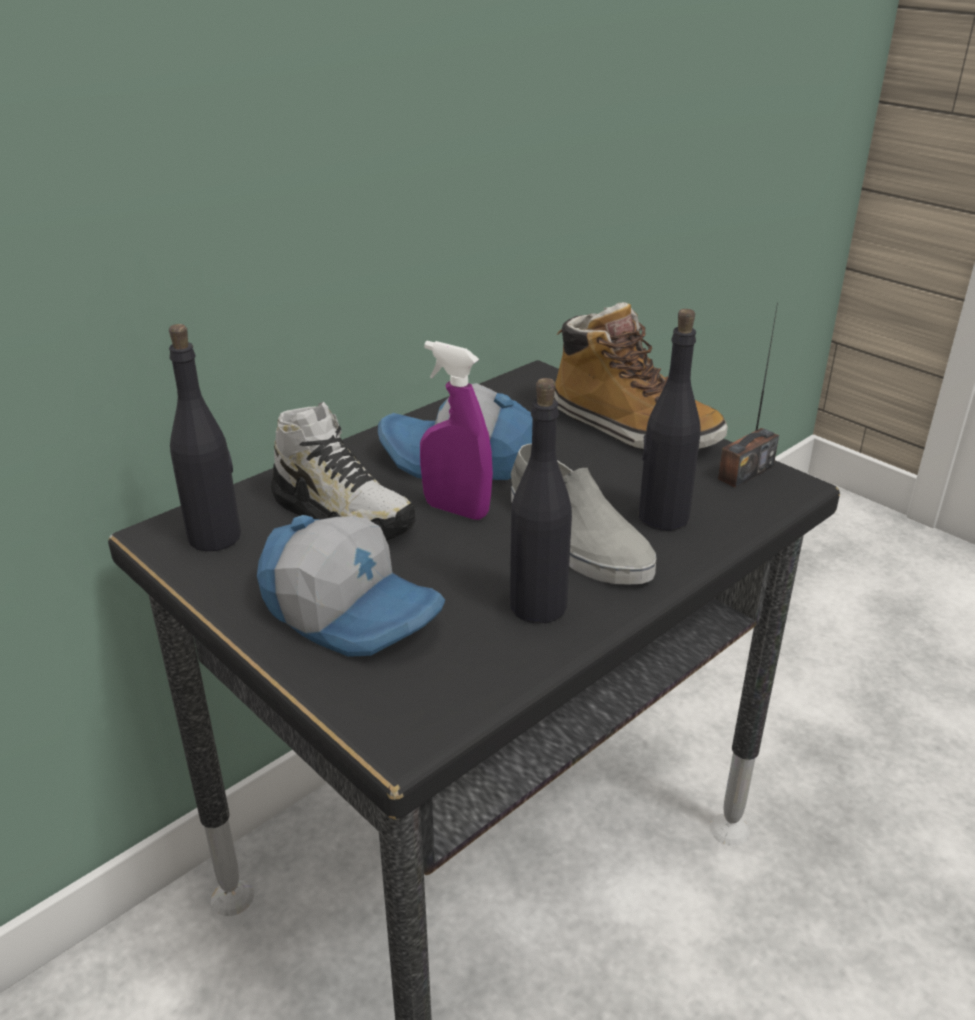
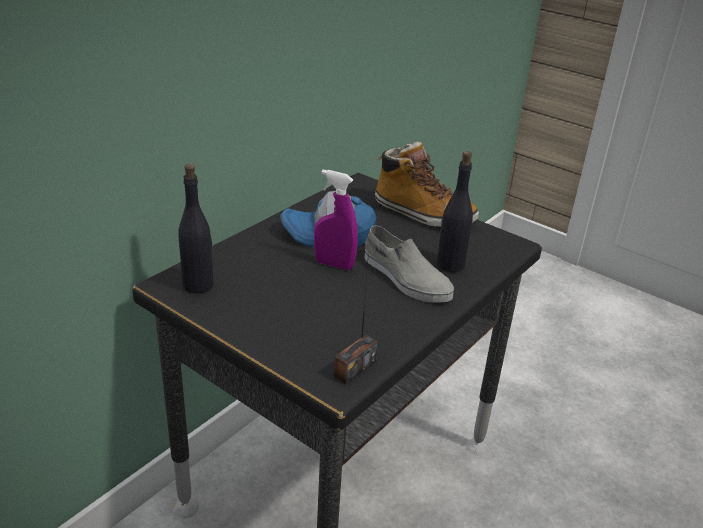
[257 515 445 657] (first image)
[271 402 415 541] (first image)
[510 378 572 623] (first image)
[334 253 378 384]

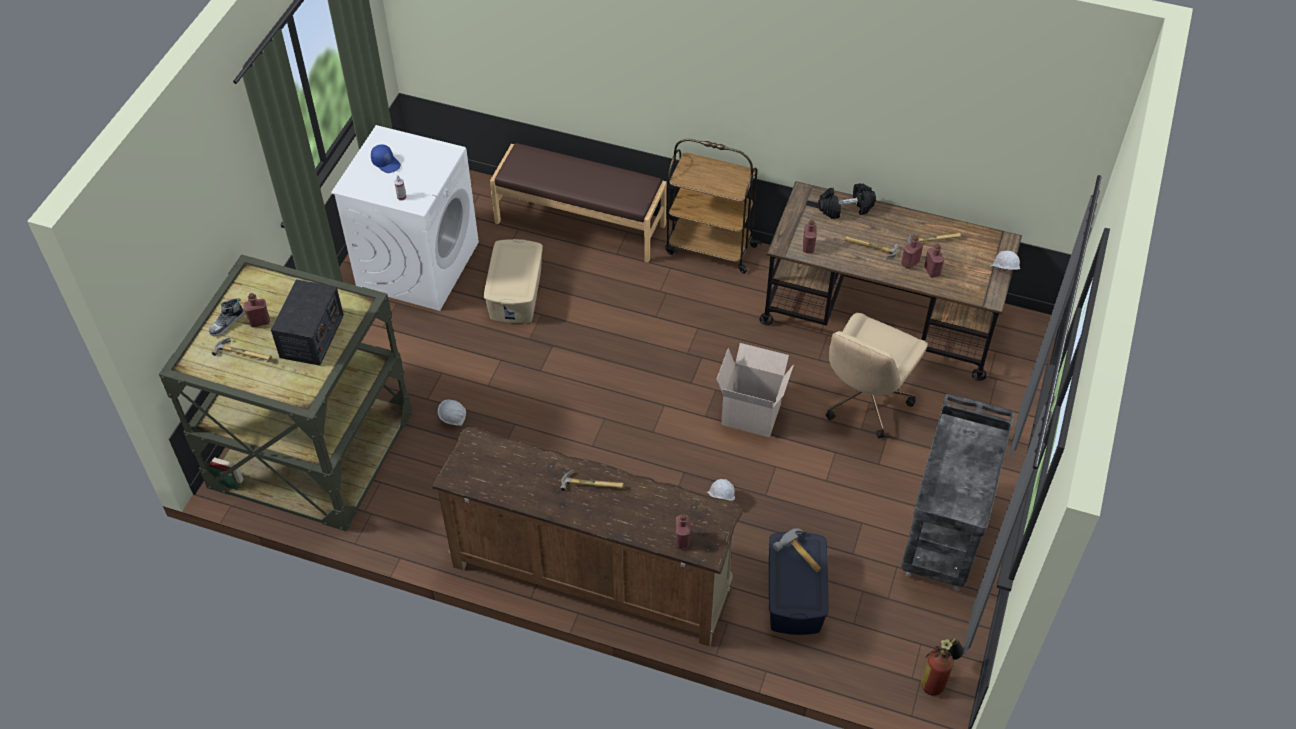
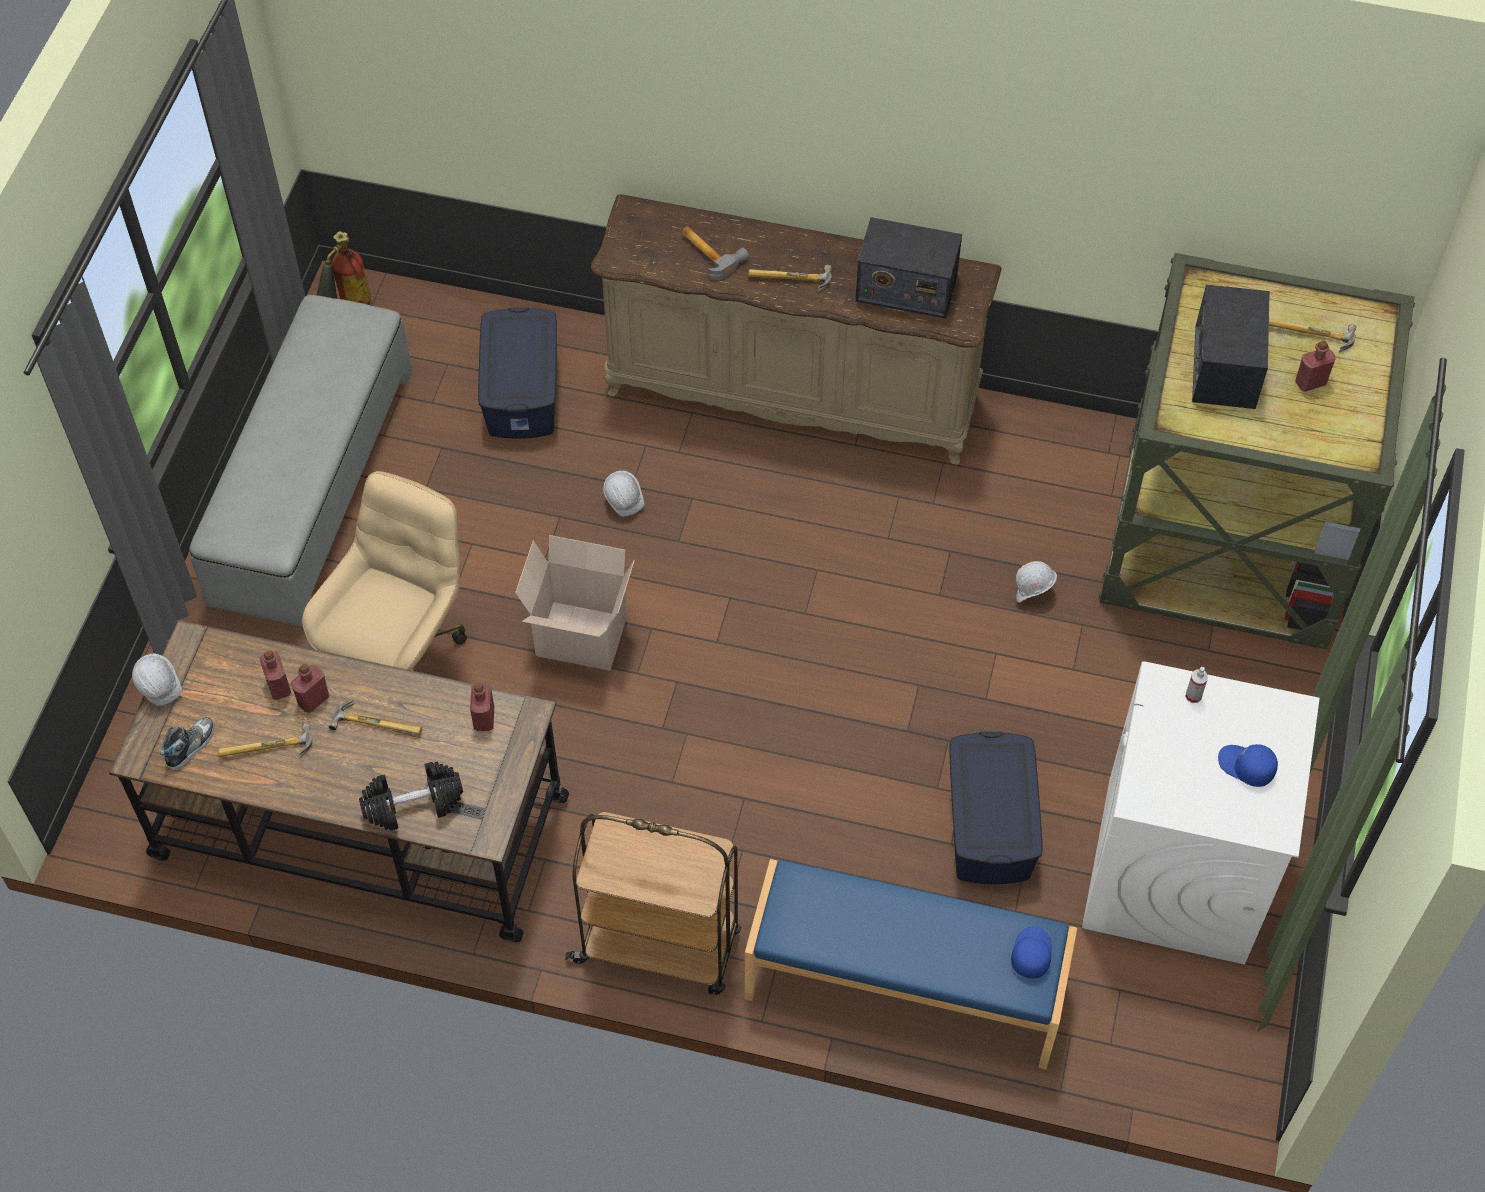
[160 717 215 771]
[949 732 1043 884]
[745 859 1077 1069]
[676 514 690 549] (first image)
[682 226 749 280]
[189 295 412 627]
[855 217 962 318]
[1011 926 1052 978]

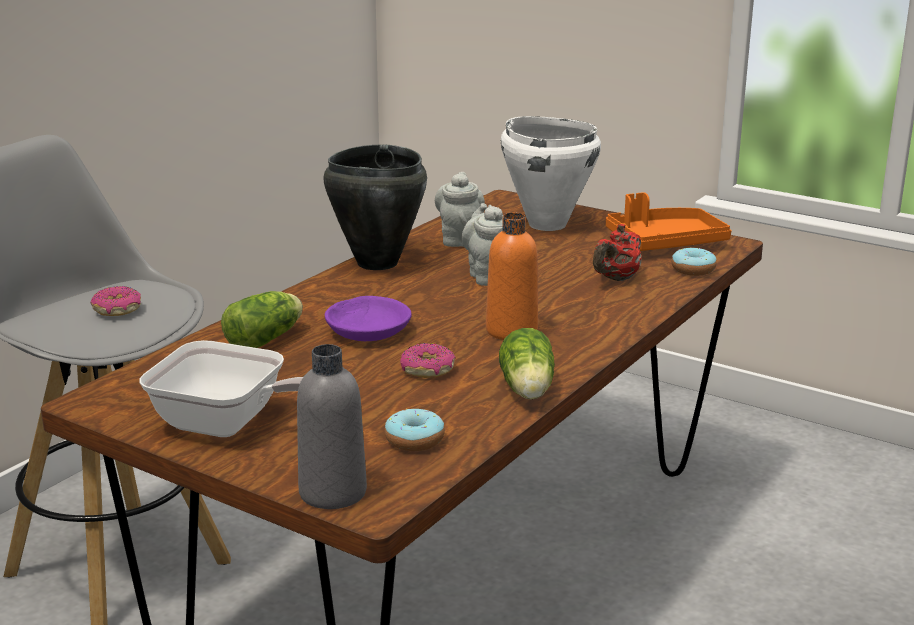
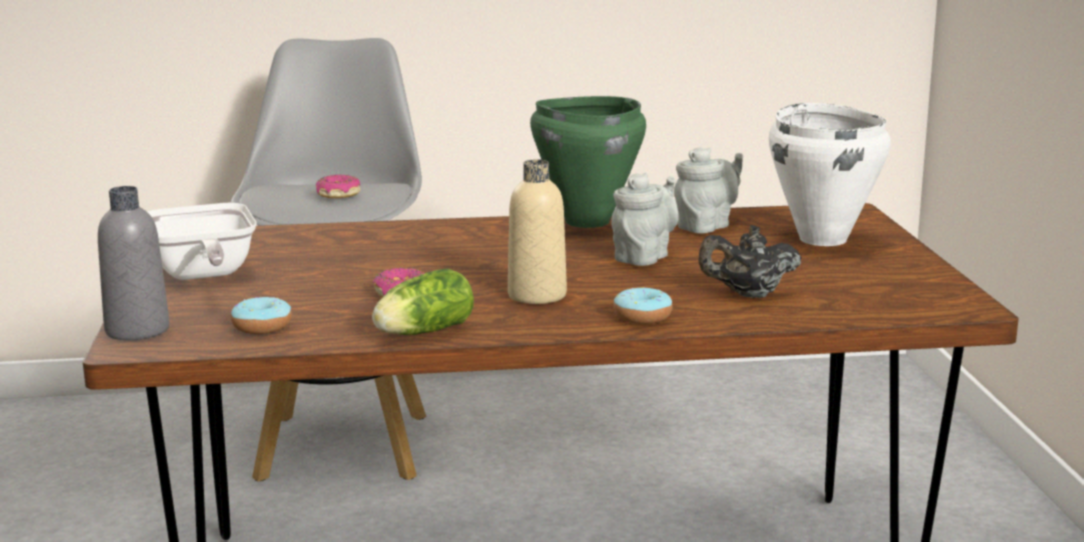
[221 291 303 348] (first image)
[530 96 646 228]
[325 296 412 341] (first image)
[508 159 567 304]
[698 225 801 298]
[606 192 731 251] (first image)
[613 287 672 324]

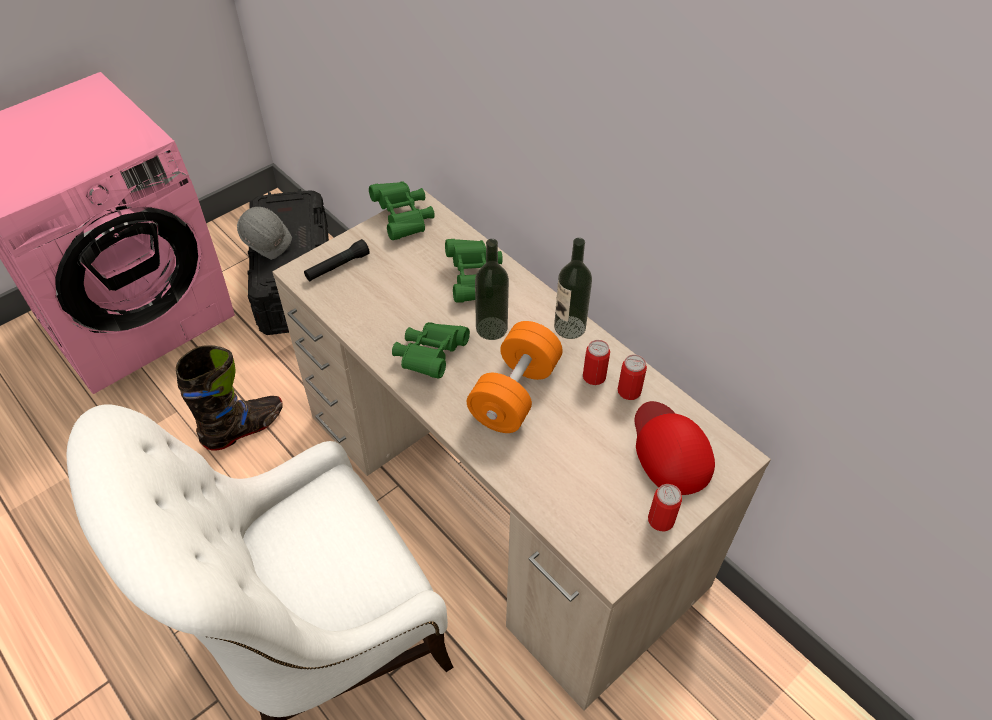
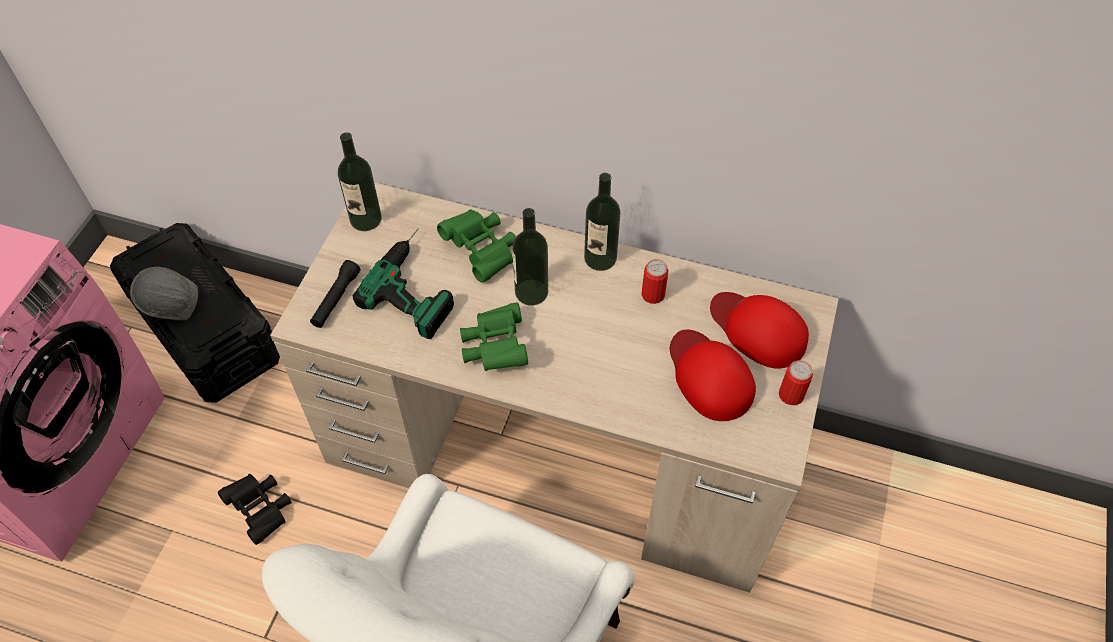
[218 474 292 545]
[338 132 382 231]
[467 321 563 433] (first image)
[618 354 647 400] (first image)
[353 229 454 339]
[670 329 756 421]

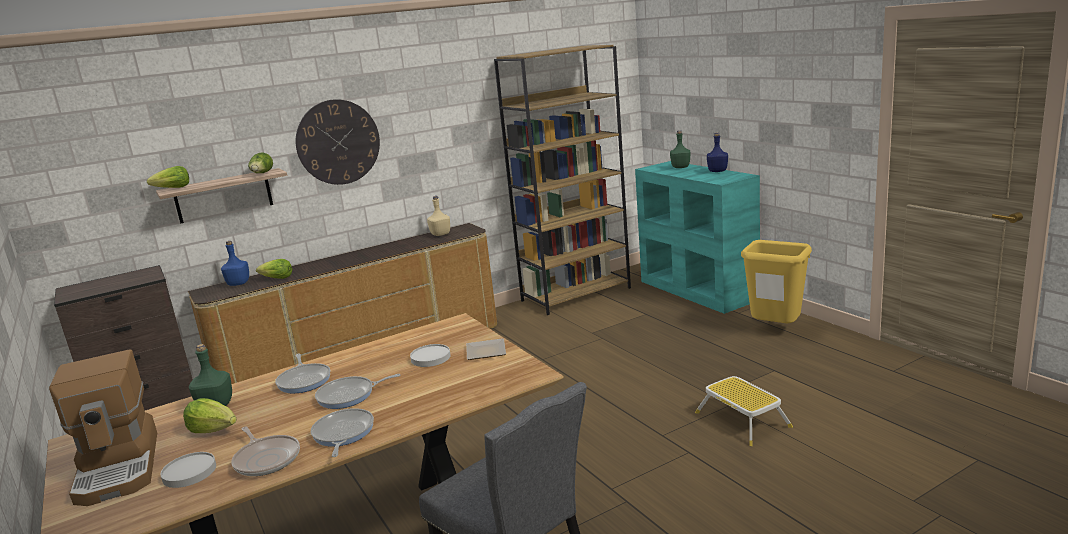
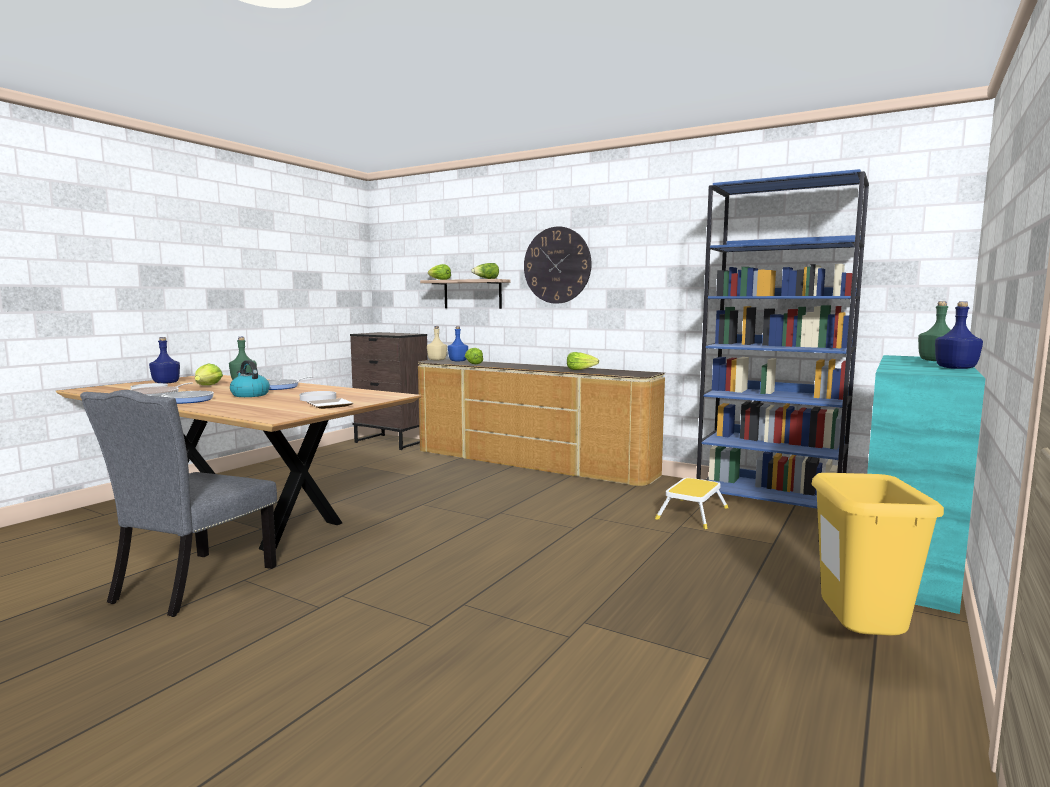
[149 337 180 384]
[230 360 270 397]
[427 326 447 361]
[696 169 869 509]
[655 478 728 529]
[567 352 599 370]

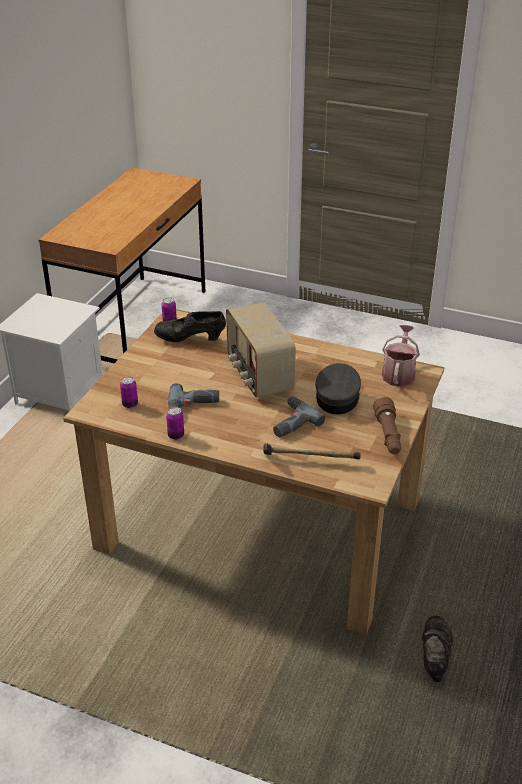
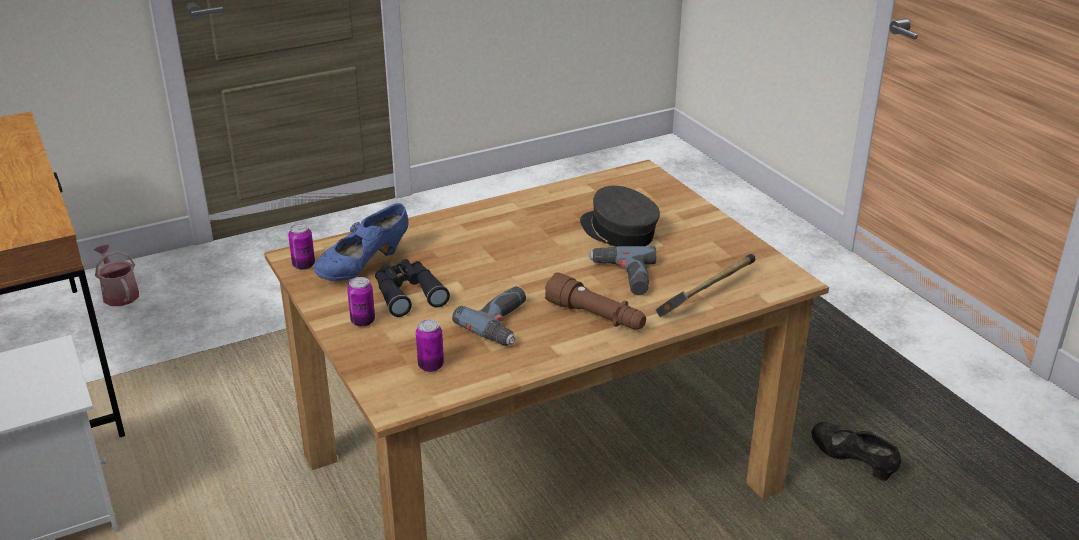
[314 203 408 281]
[347 277 375 327]
[226 302 296 398] (first image)
[545 272 646 330]
[94 244 139 306]
[375 259 450 317]

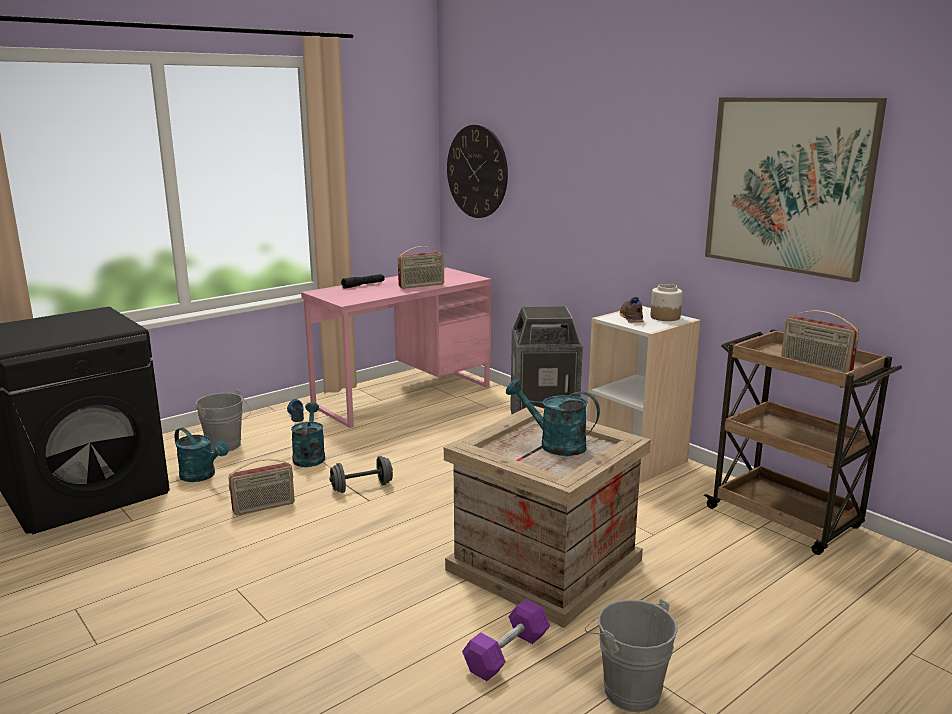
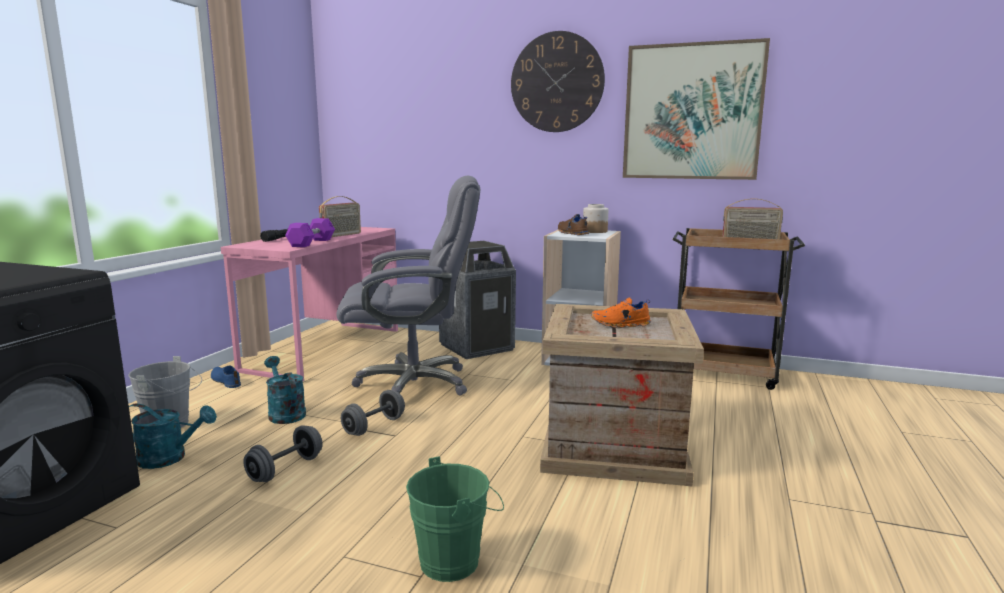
[243 425 323 482]
[511 31 605 132]
[285 218 335 247]
[591 297 651 328]
[585 598 678 712] (first image)
[337 176 480 395]
[406 456 504 582]

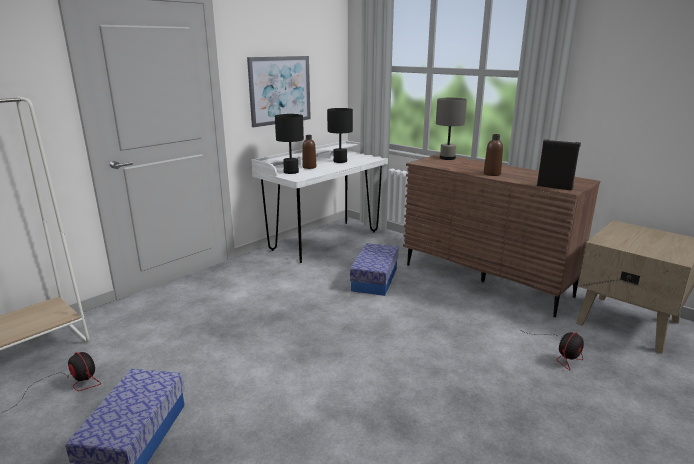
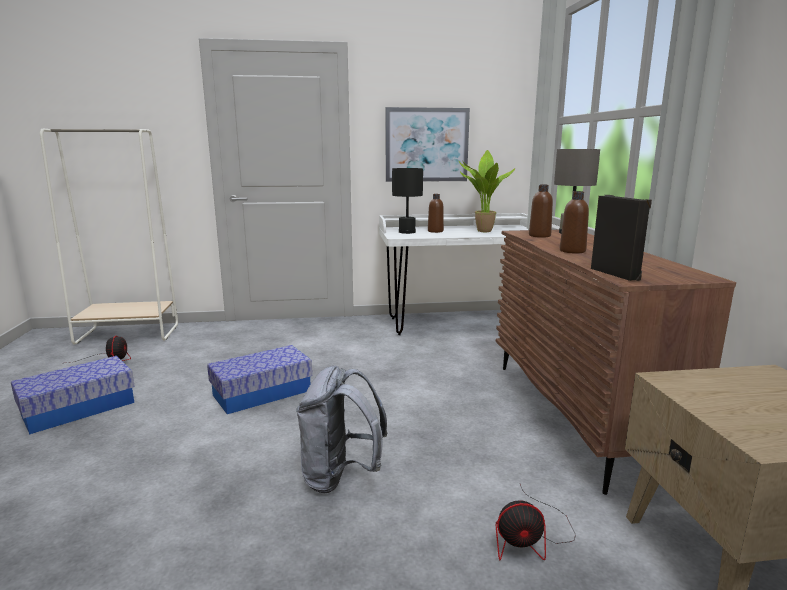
[459 150 515 232]
[207 345 312 414]
[296 366 387 494]
[529 185 553 238]

